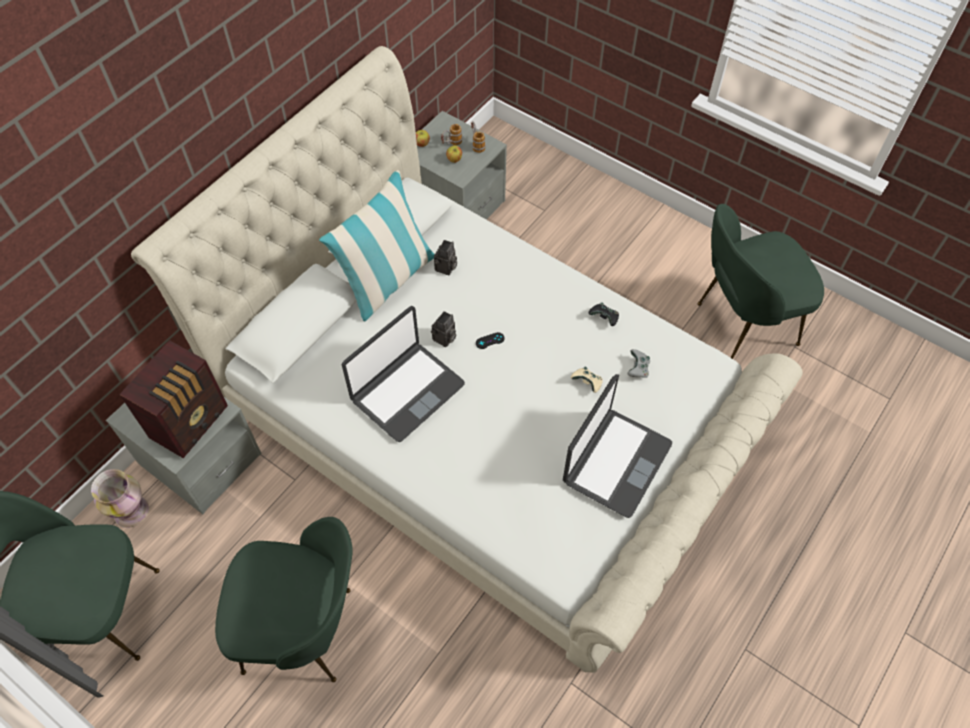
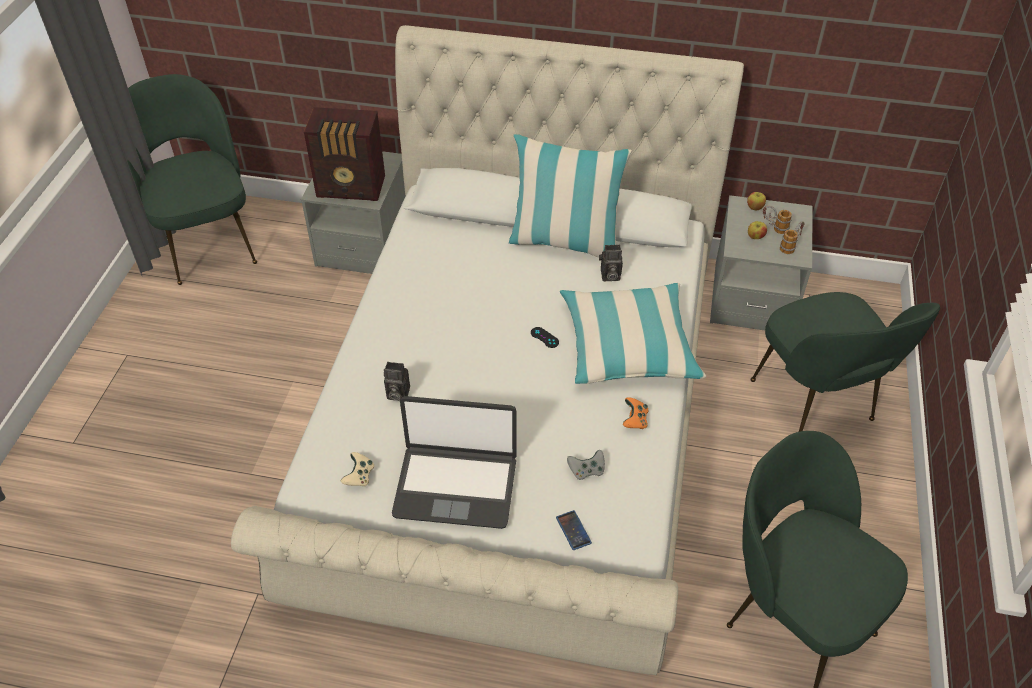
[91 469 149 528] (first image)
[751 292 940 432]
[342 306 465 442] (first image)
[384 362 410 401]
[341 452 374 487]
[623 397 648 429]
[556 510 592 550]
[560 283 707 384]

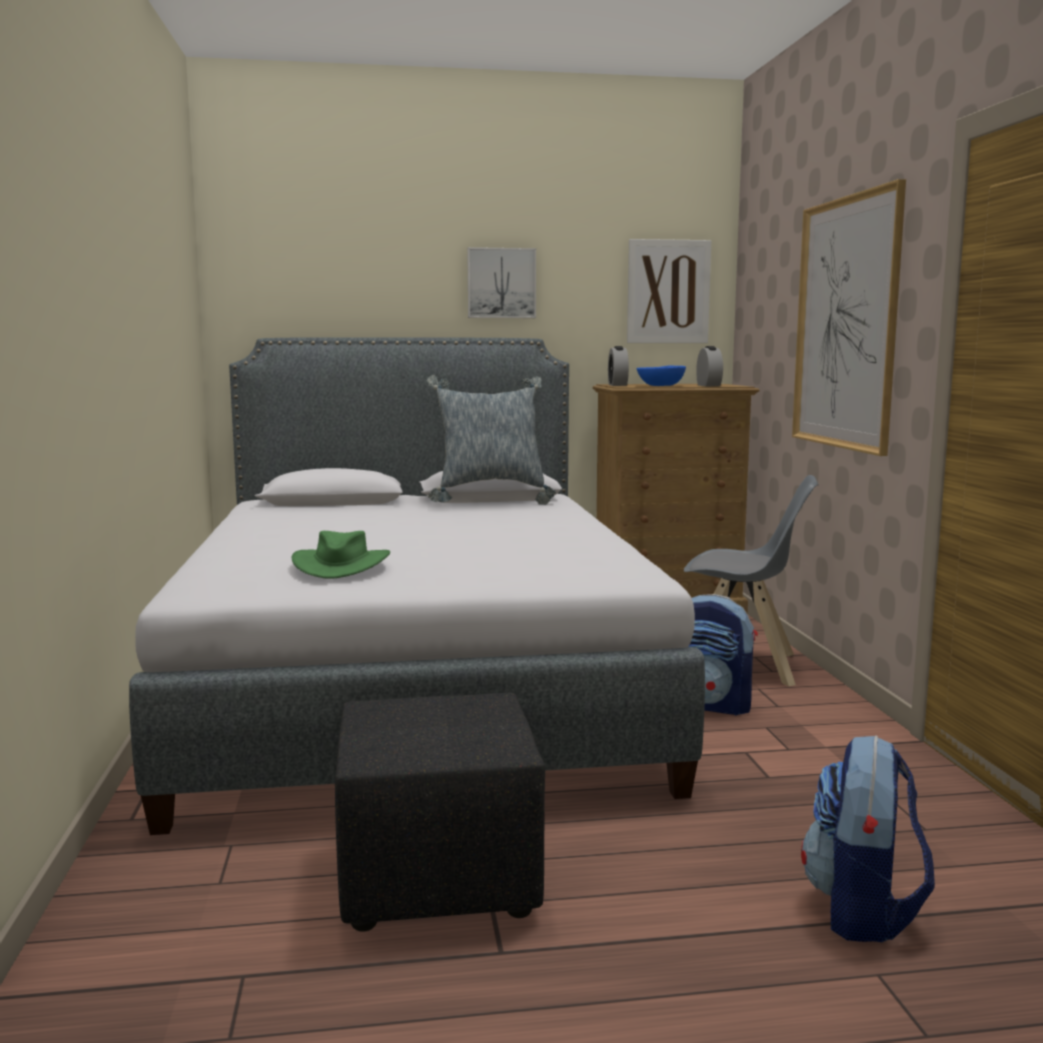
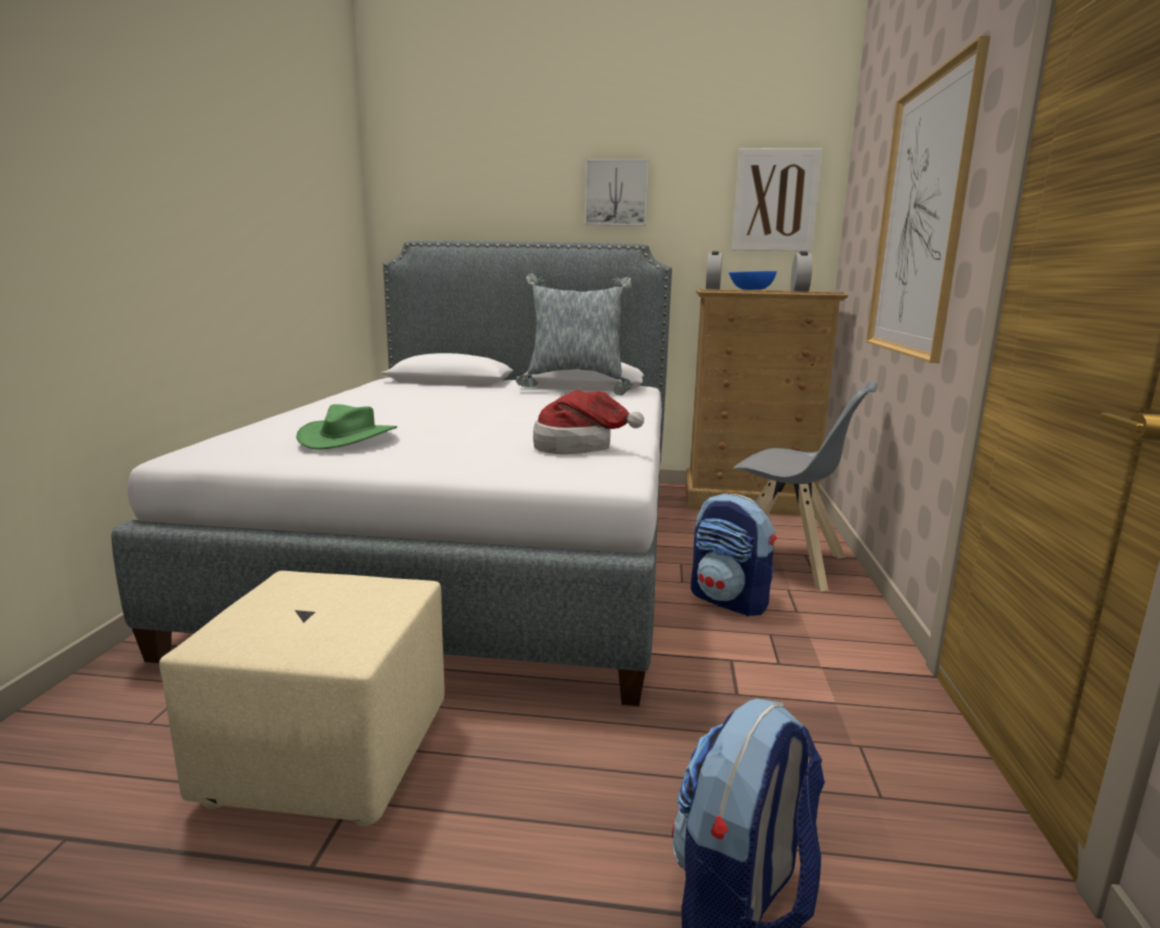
[159 571 445 826]
[533 390 644 454]

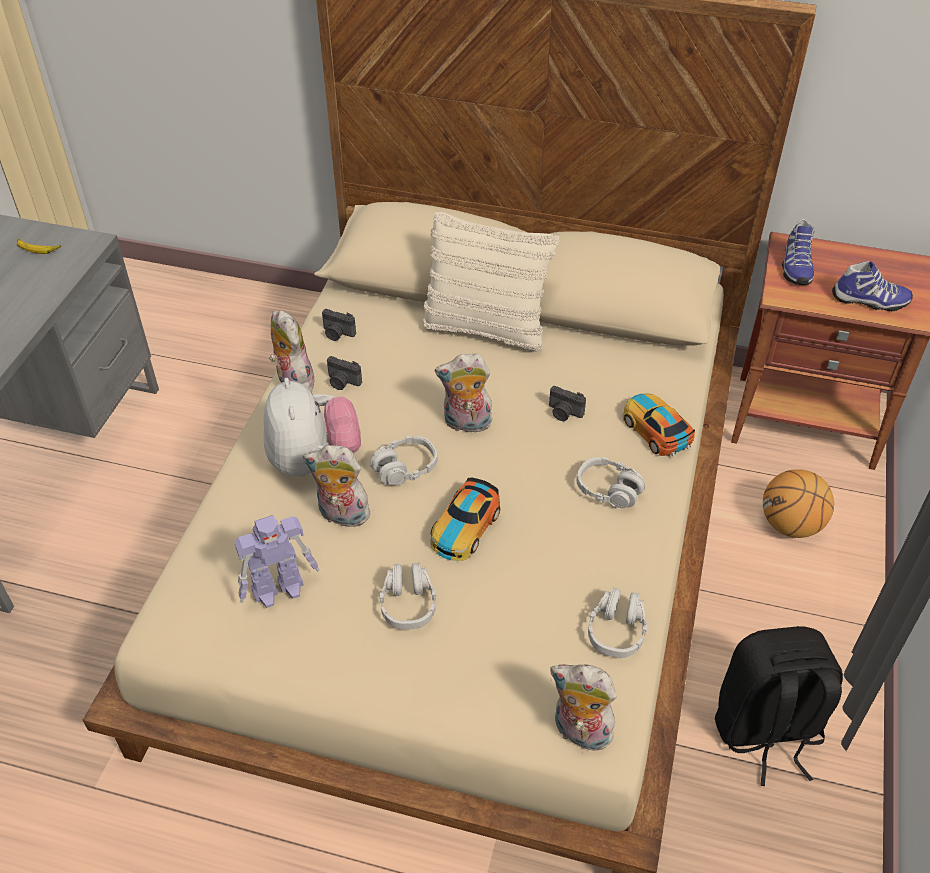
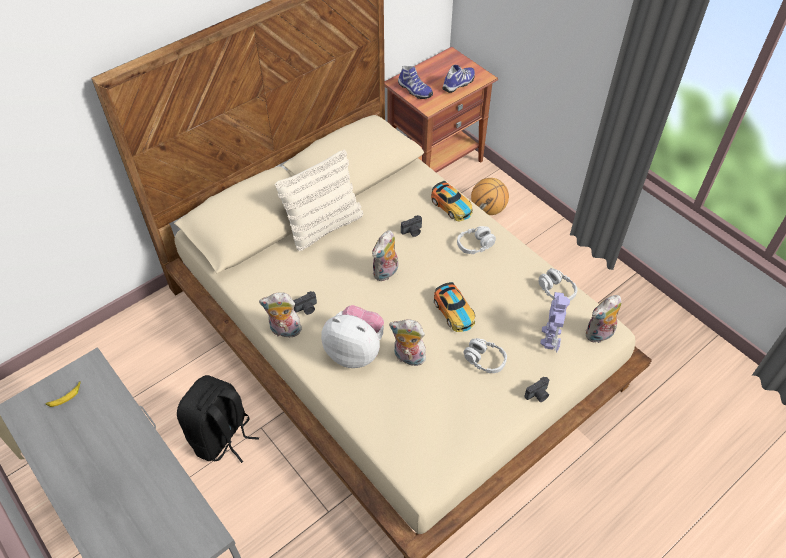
[540 292 570 353]
[389 319 426 366]
[524 377 549 402]
[370 436 437 485] (first image)
[431 181 473 221]
[177 375 259 463]

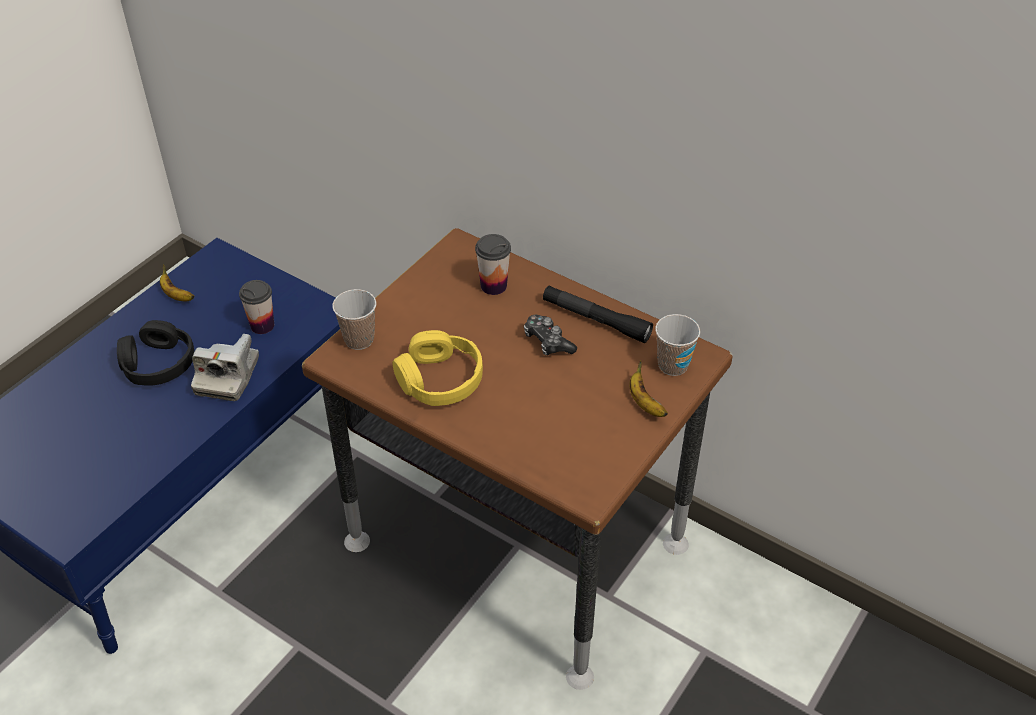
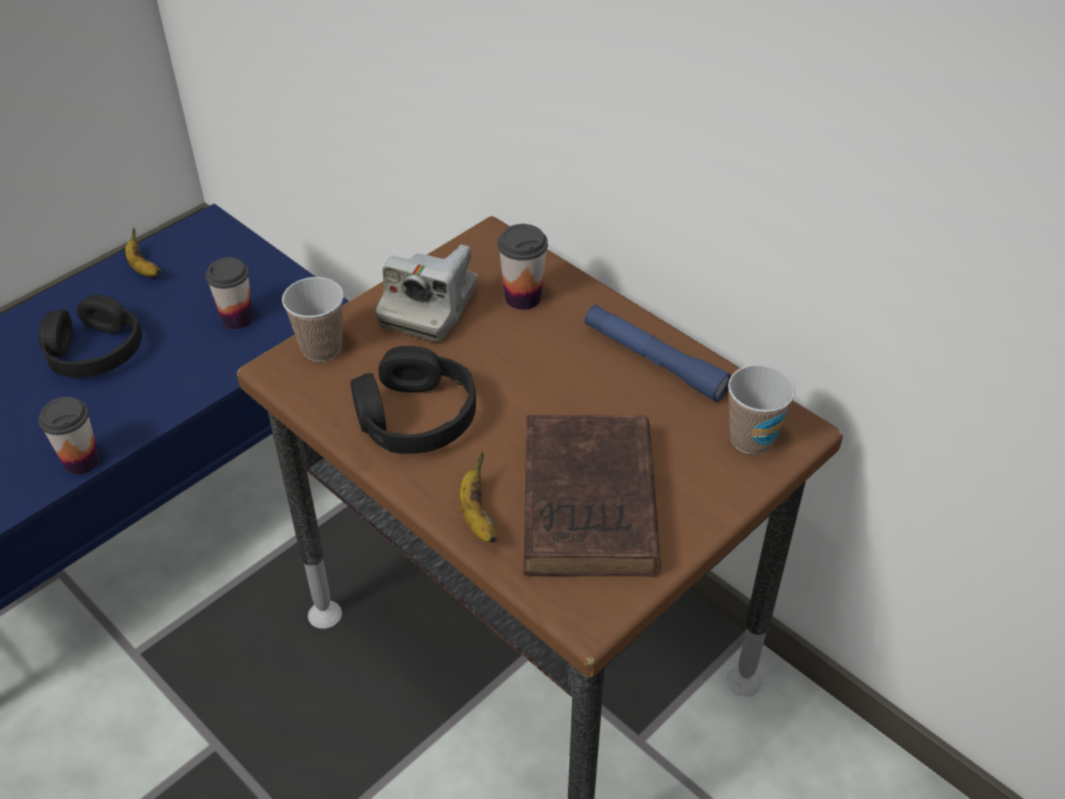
[376 245 478 342]
[350 346 476 454]
[524 315 577 356] (first image)
[584 305 732 402]
[459 452 498 543]
[38 397 100 475]
[524 415 661 577]

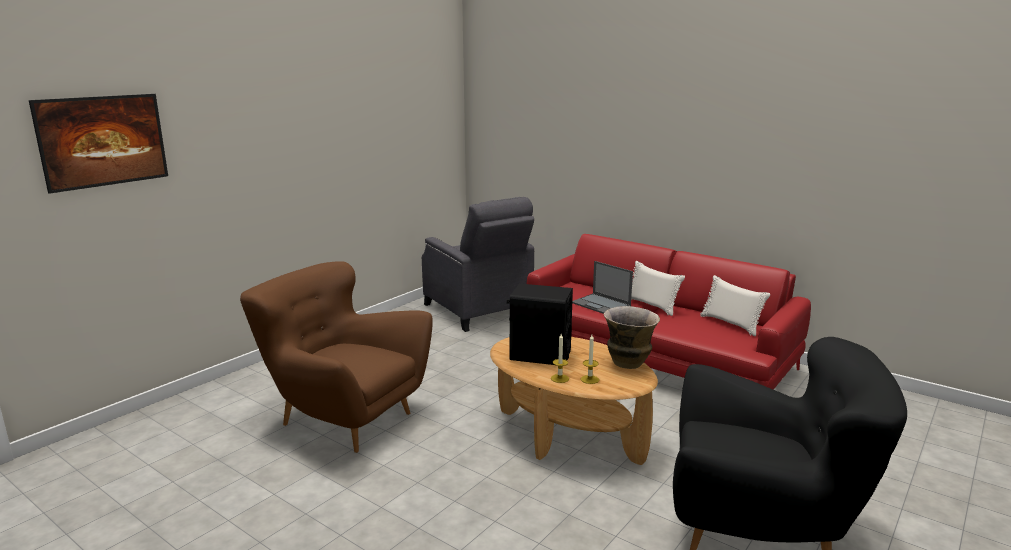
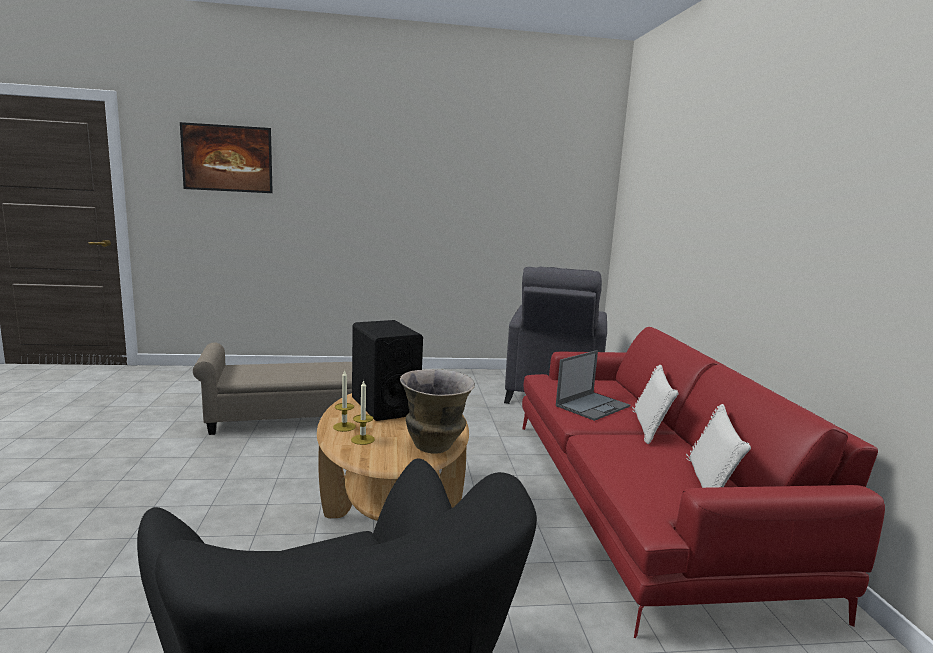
[193 342 352 435]
[556 350 630 421]

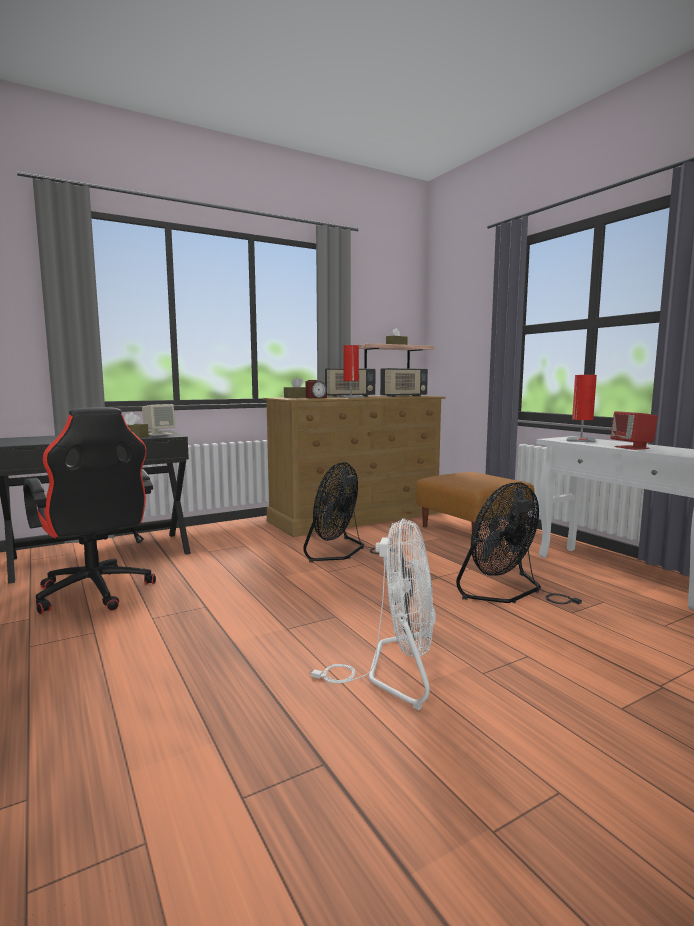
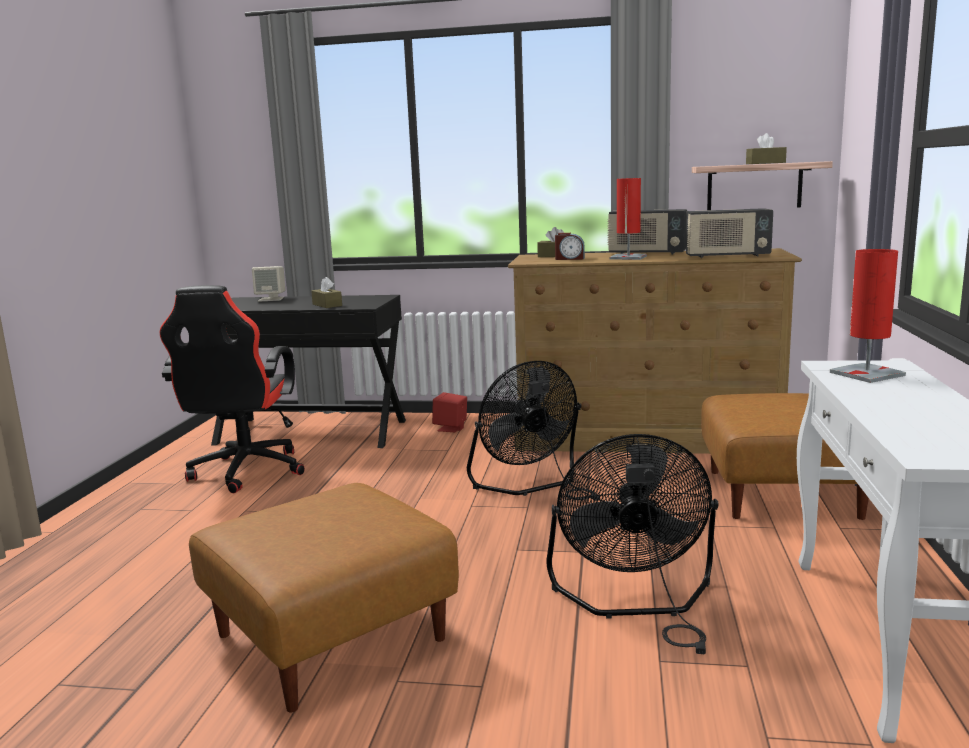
[252 266 285 302]
[189 483 459 712]
[432 392 467 432]

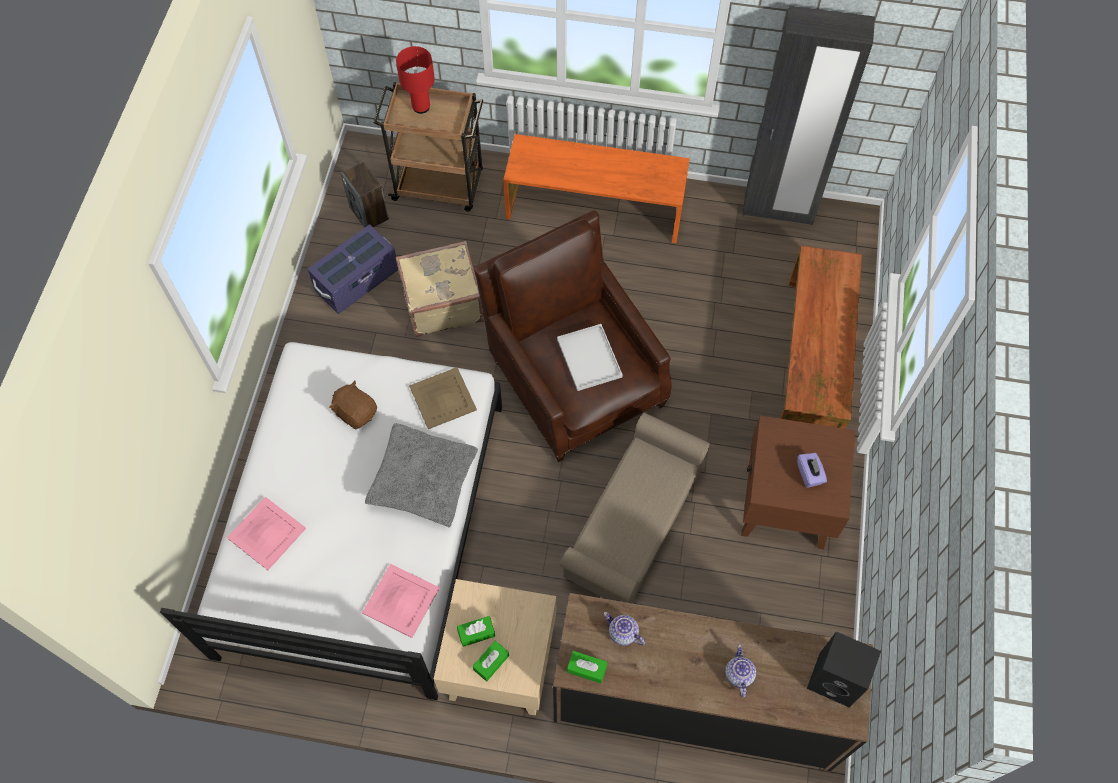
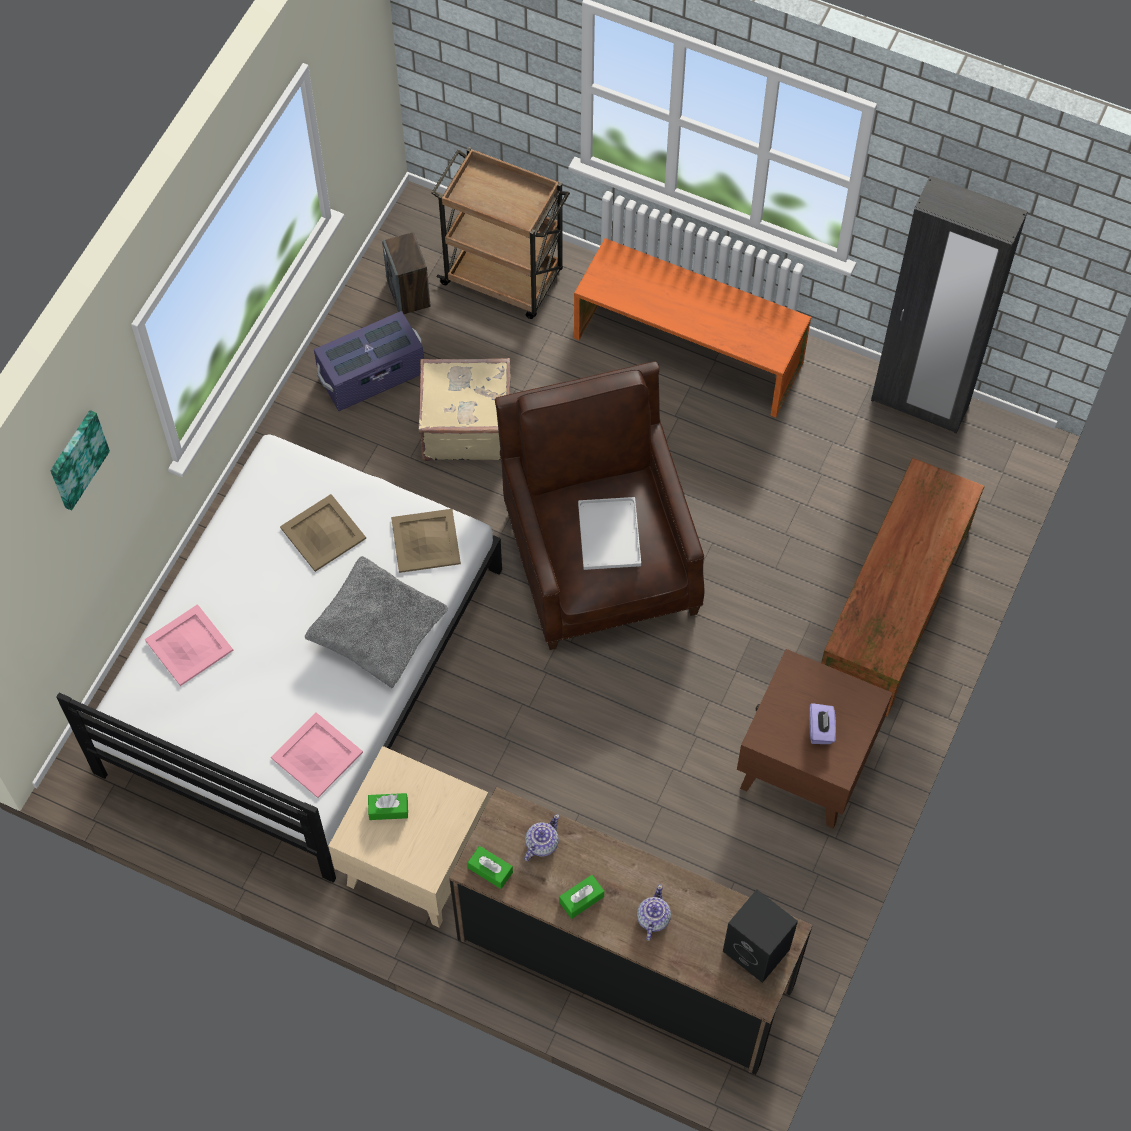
[280 494 366 572]
[396 46 435 114] (first image)
[559 875 604 919]
[560 413 710 603] (first image)
[524 814 559 861]
[50 410 110 511]

